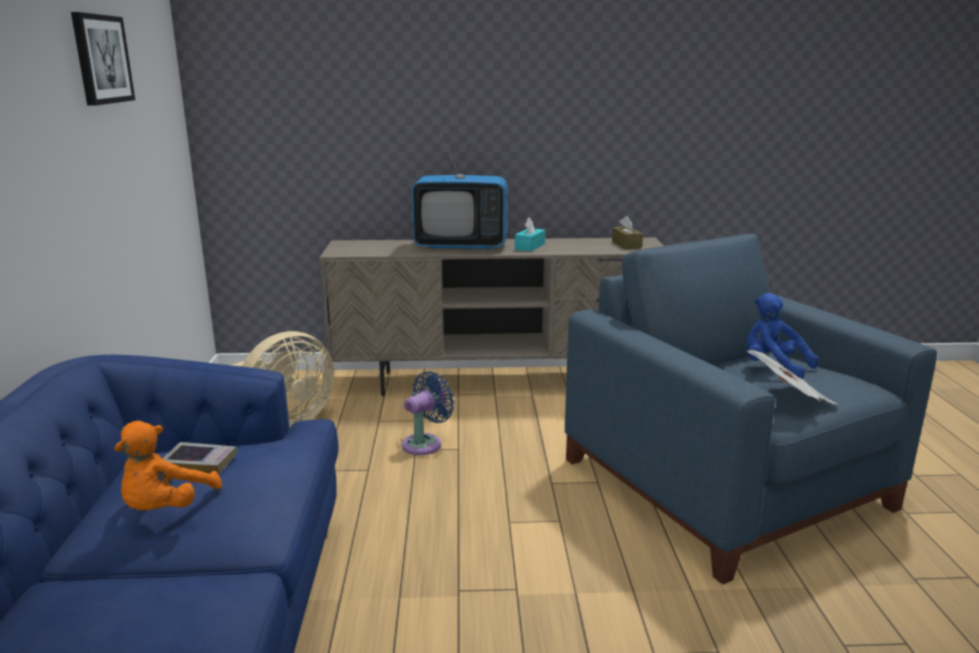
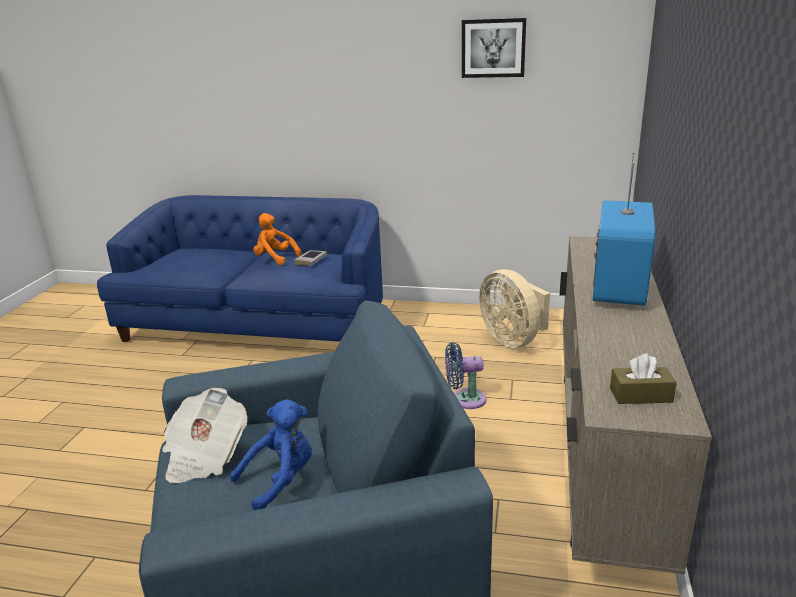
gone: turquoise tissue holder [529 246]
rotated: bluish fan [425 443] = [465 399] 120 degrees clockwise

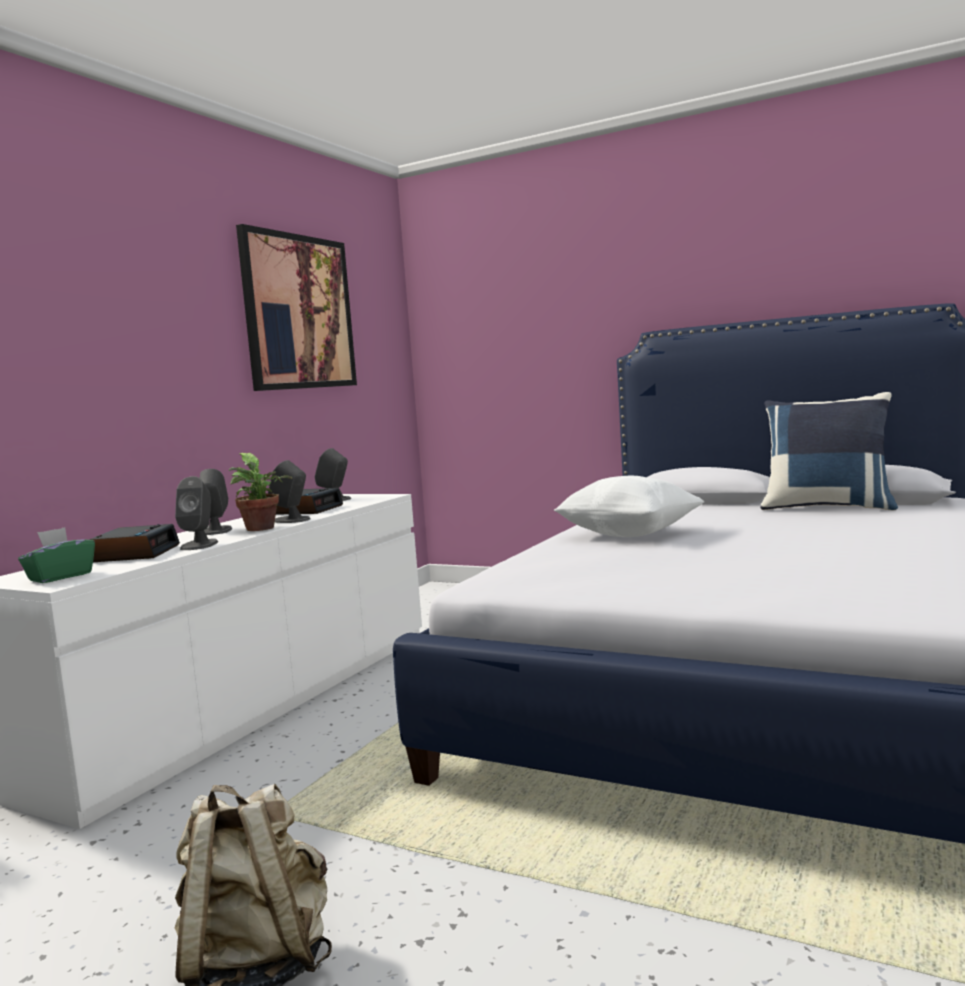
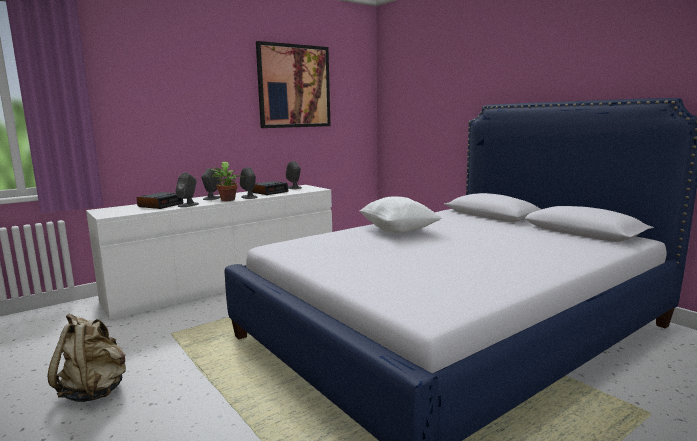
gone: greenish tissue holder [60 577]; bluish throw pillow [827 507]

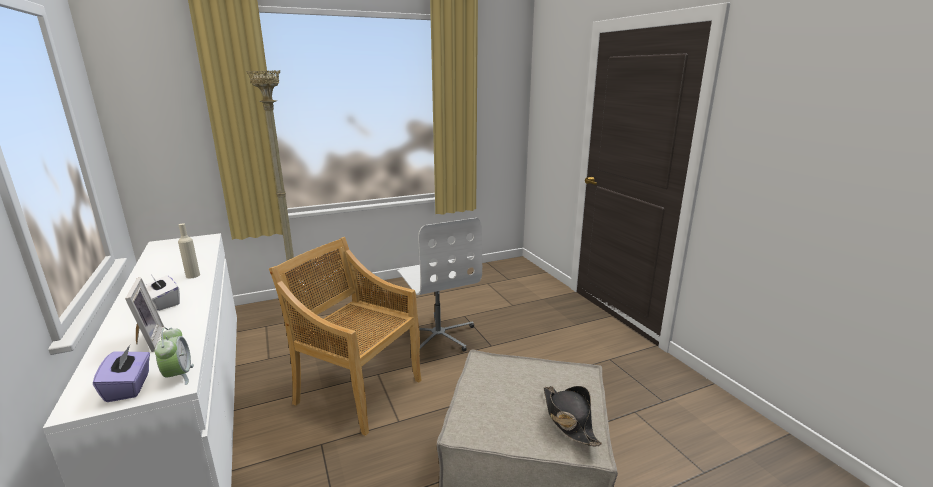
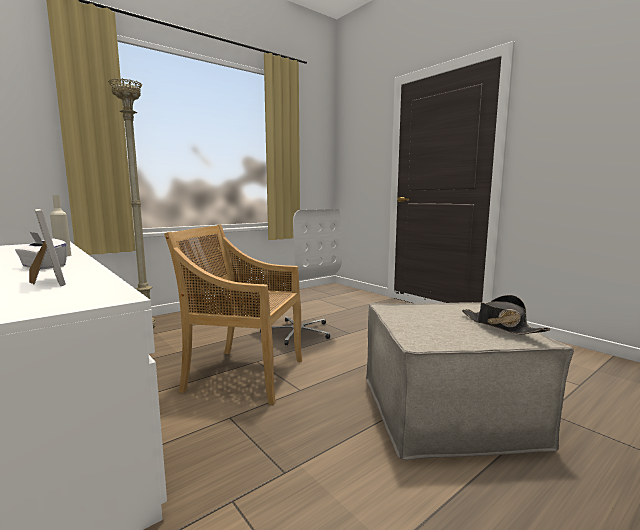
gone: purplish tissue holder [129 387]; alarm clock [178 376]

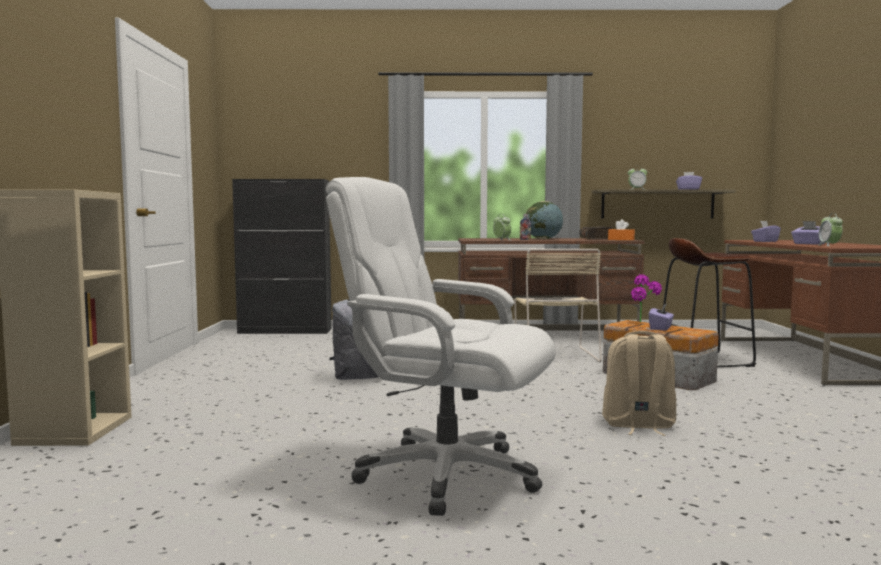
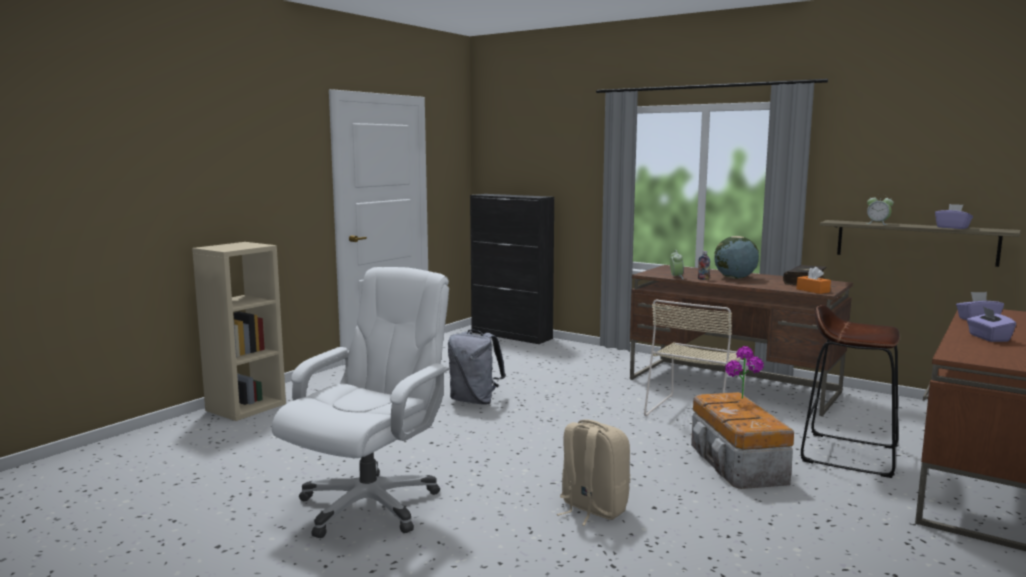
gone: purplish tissue holder [661 328]; alarm clock [829 245]
rotated: white-coloured computer chair [445 474] = [369 505] 60 degrees clockwise

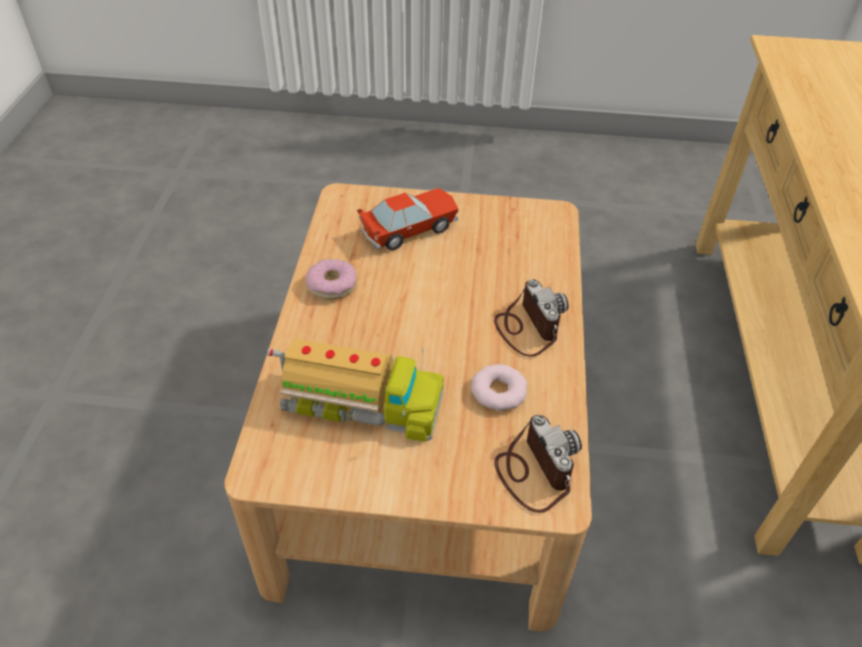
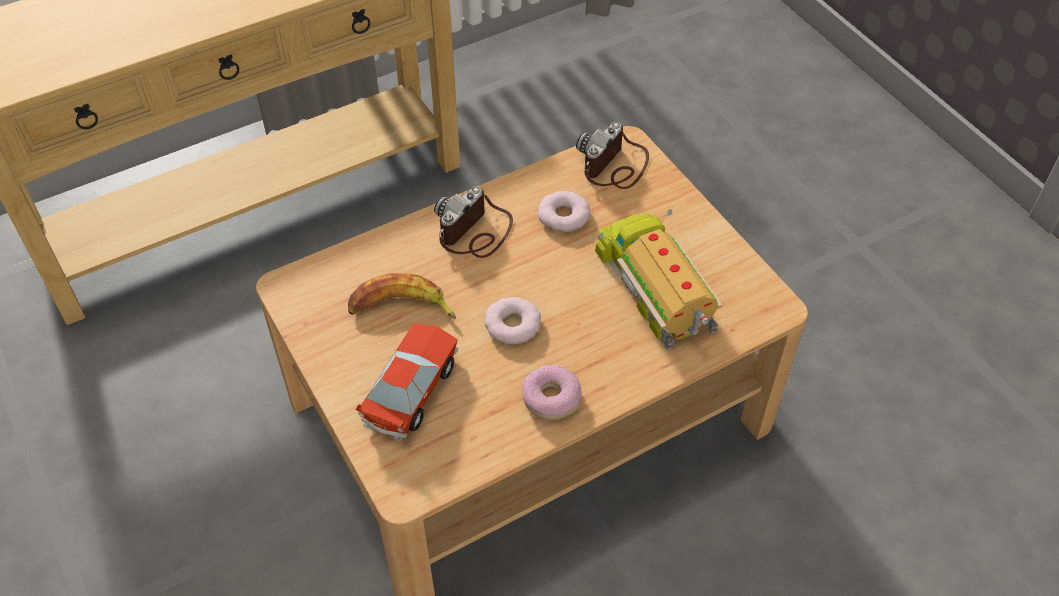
new: banana [401 308]; doughnut [512 325]
rotated: toy car [410 229] = [411 389] 90 degrees clockwise

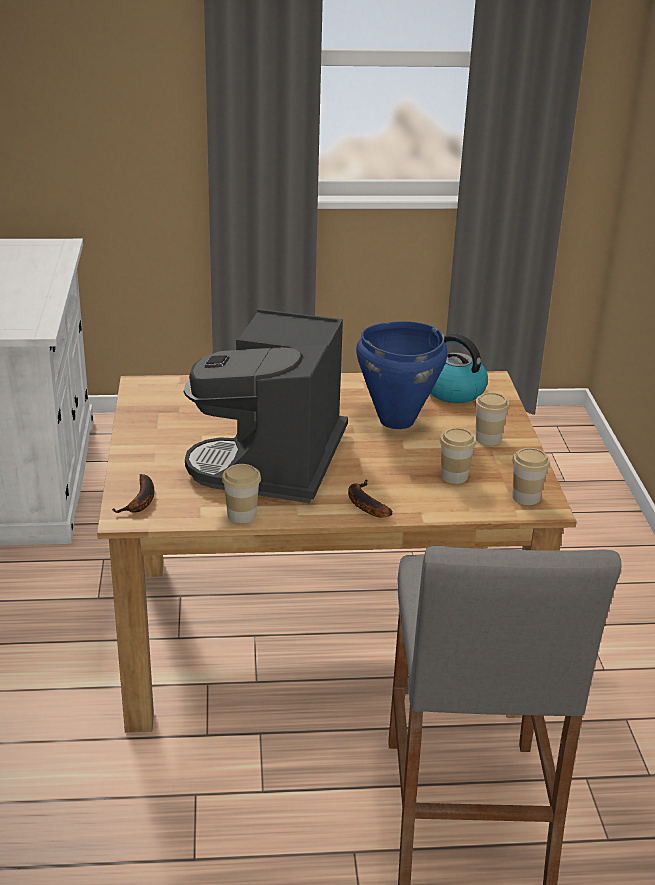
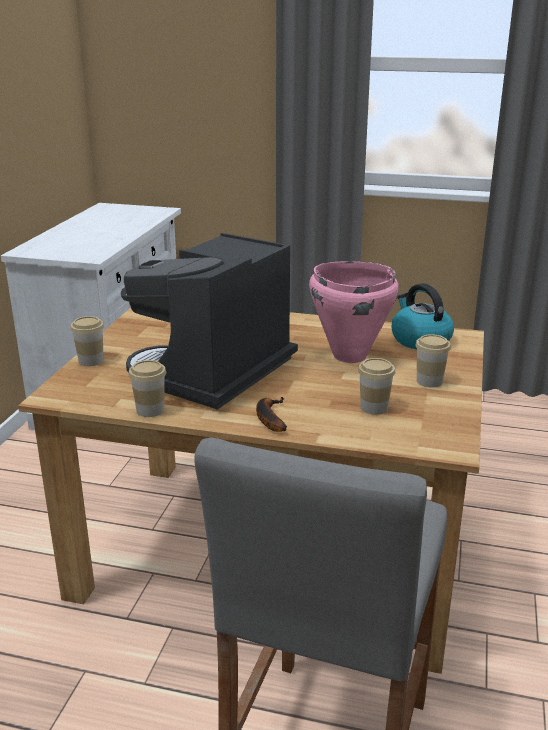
gone: banana [140 501]
shifted: small cup [526 497] to [91 361]
repainted: bluish stockpot [395 420] to pinkish stockpot [349 356]

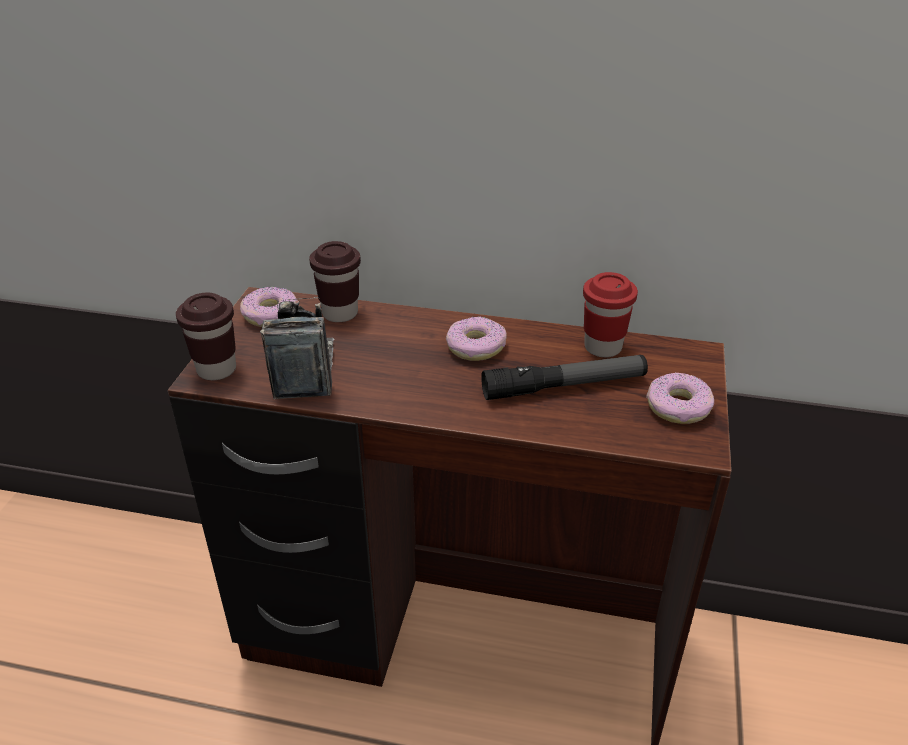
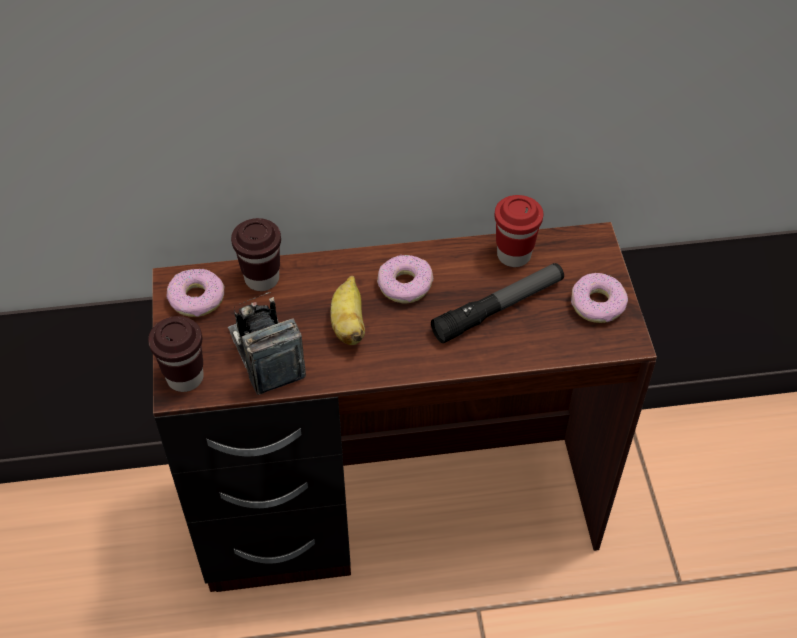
new: banana [348 324]

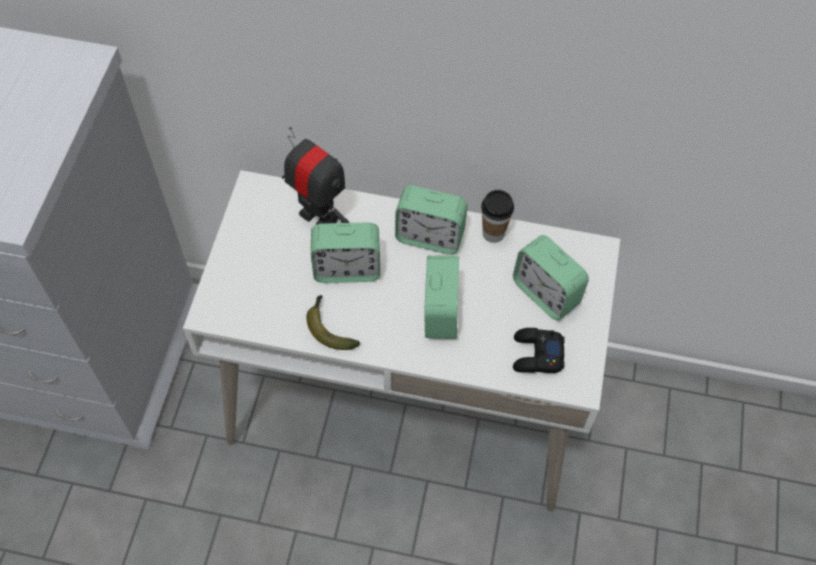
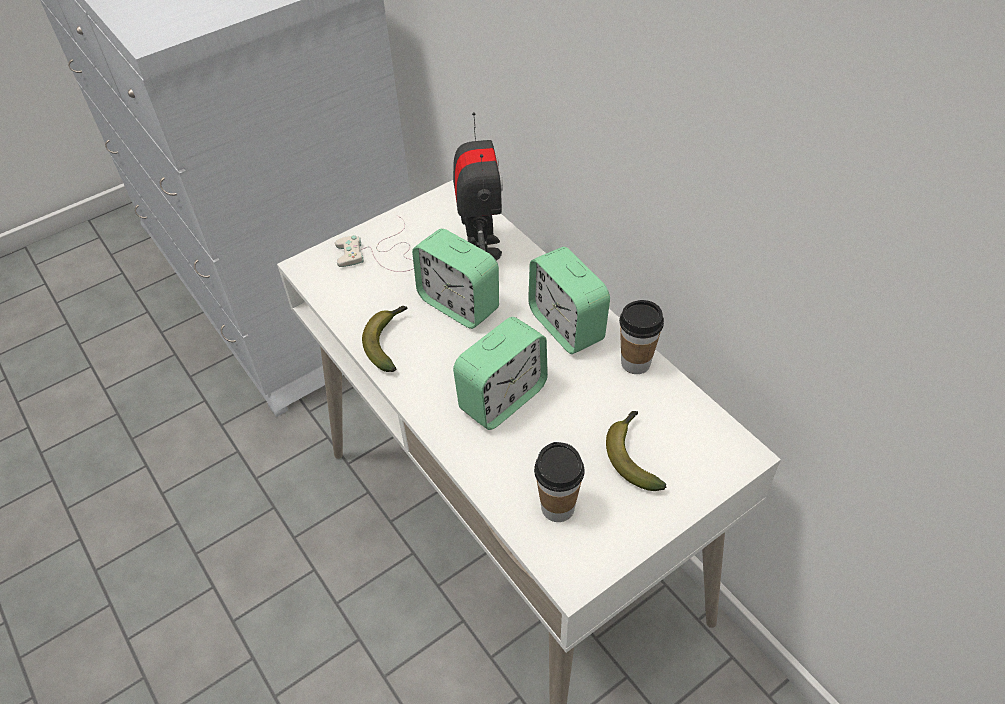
new: white-coloured game controller [381 254]
swapped: blackish game controller [536 355] to small cup [557 507]; alarm clock [545 293] to banana [633 455]

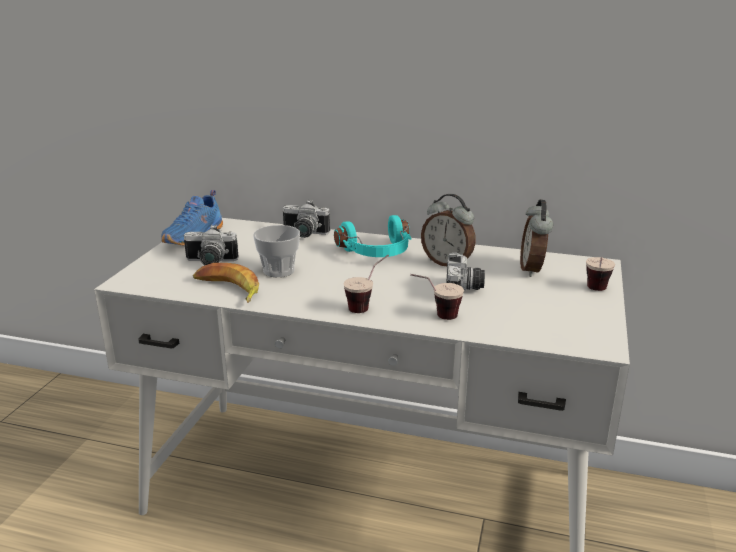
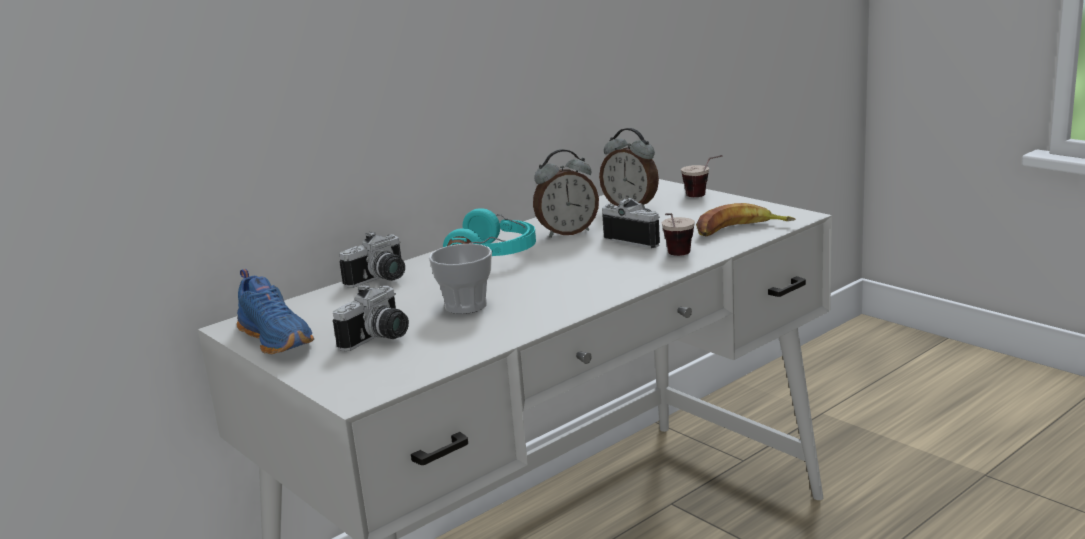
gone: small cup [367 305]
shifted: banana [228 289] to [740 230]

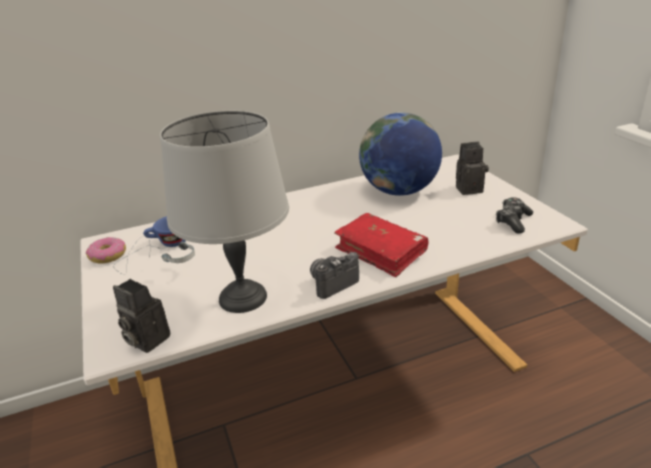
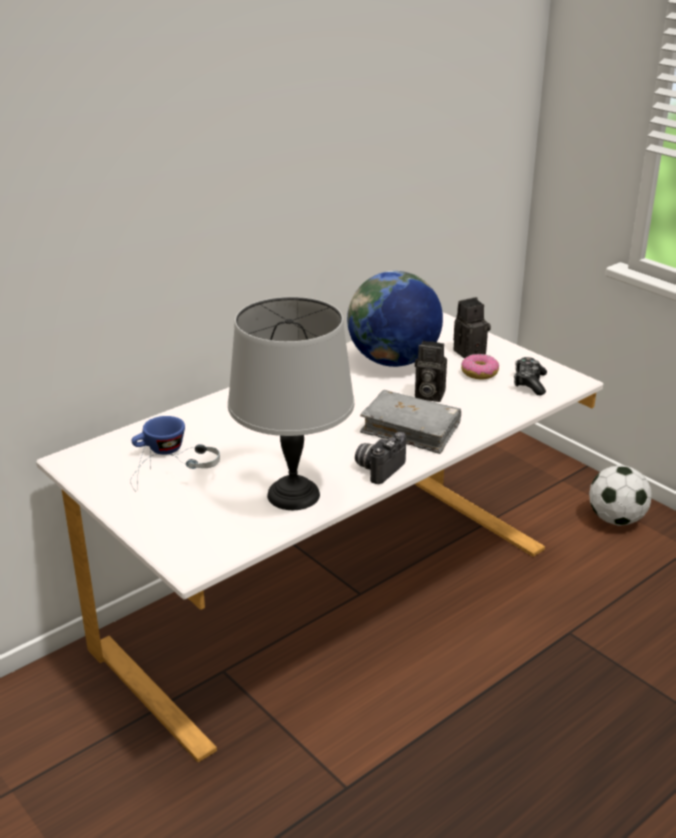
new: football [616 520]
shifted: still camera [145 340] to [427 395]; doughnut [108 256] to [479 373]
repainted: reddish bound book [381 252] to greyish bound book [411 430]

